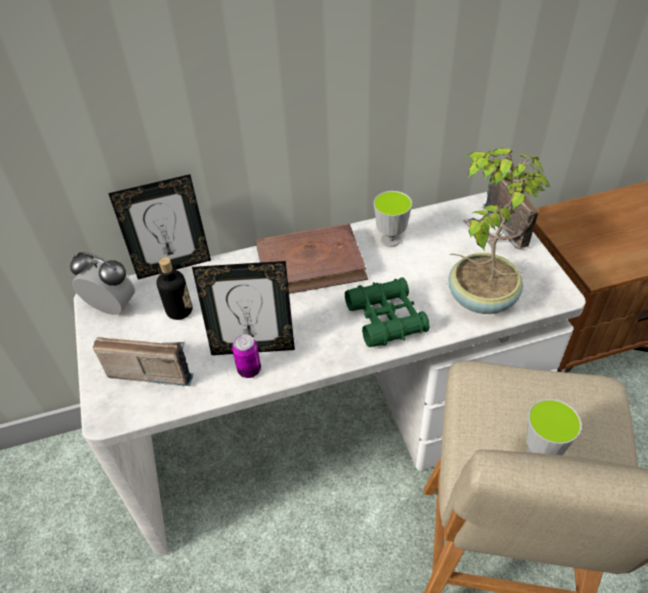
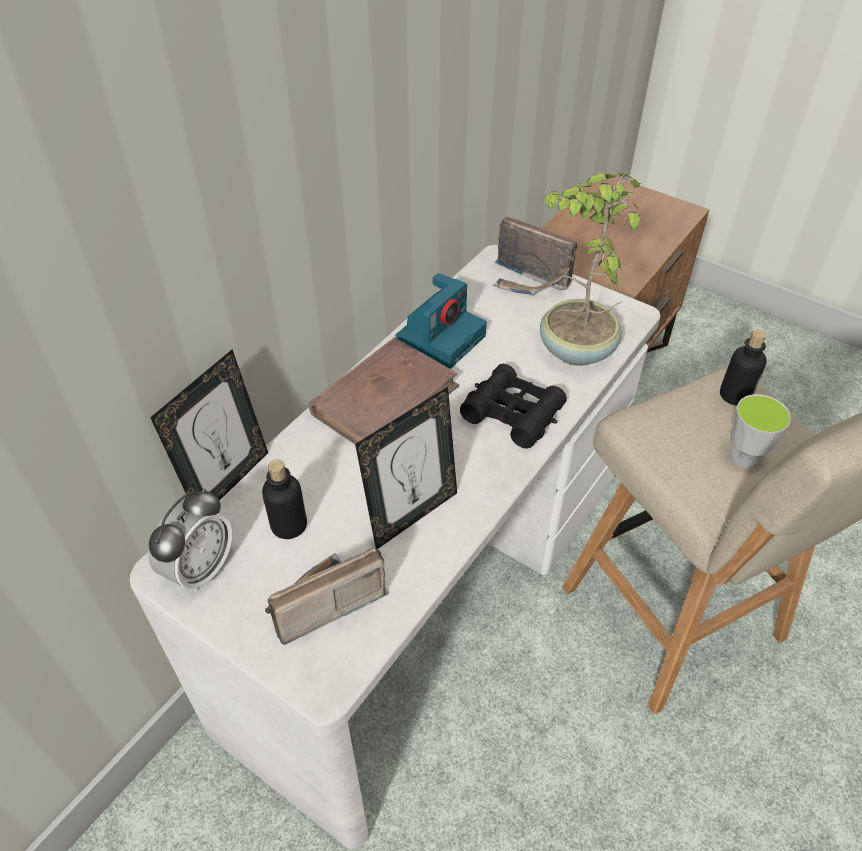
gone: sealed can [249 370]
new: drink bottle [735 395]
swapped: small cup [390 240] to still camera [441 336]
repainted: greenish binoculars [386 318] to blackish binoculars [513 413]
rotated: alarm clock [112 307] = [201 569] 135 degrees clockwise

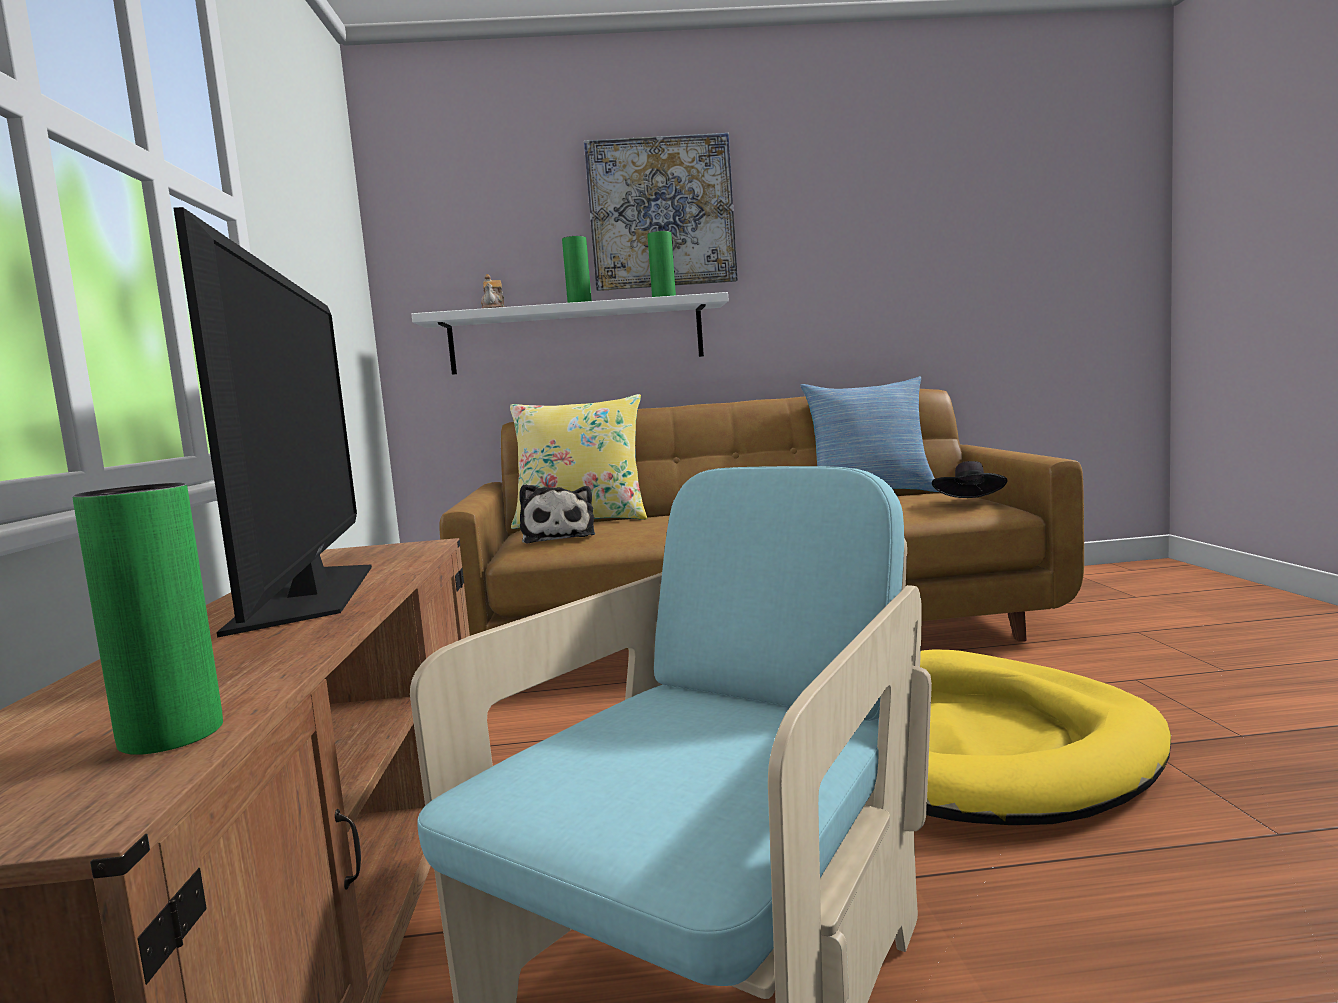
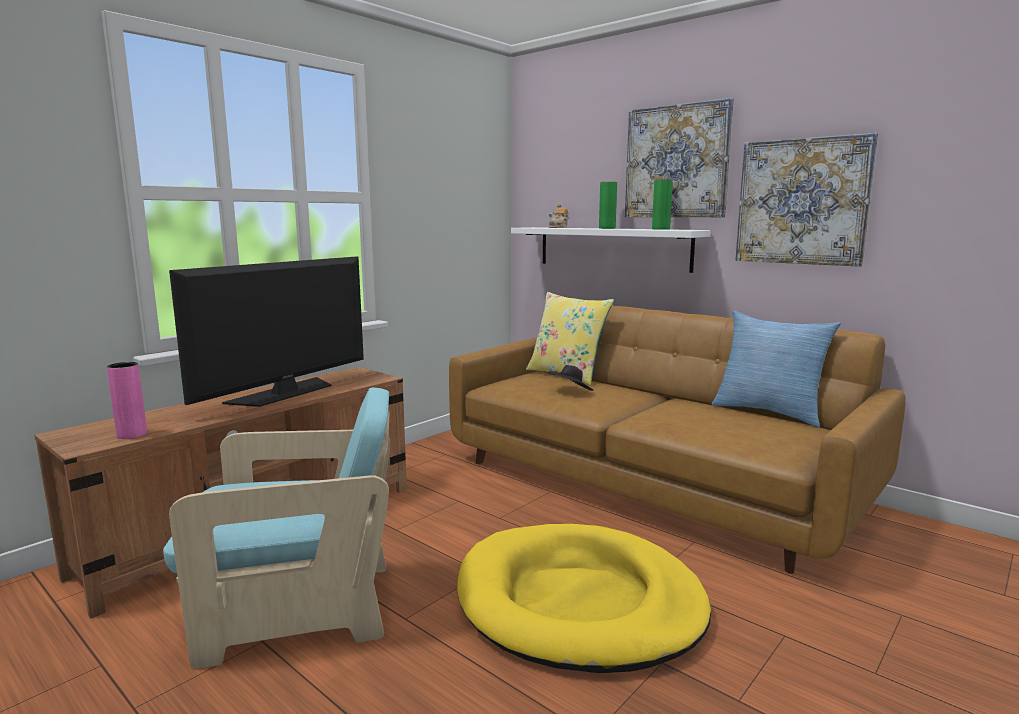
gone: soft toy [559 537]
new: wall picture [802 202]
shifted: blackish wearable hat [970 502] to [570 392]
repainted: greenish decorative vase [171 735] to pinkish decorative vase [132 435]

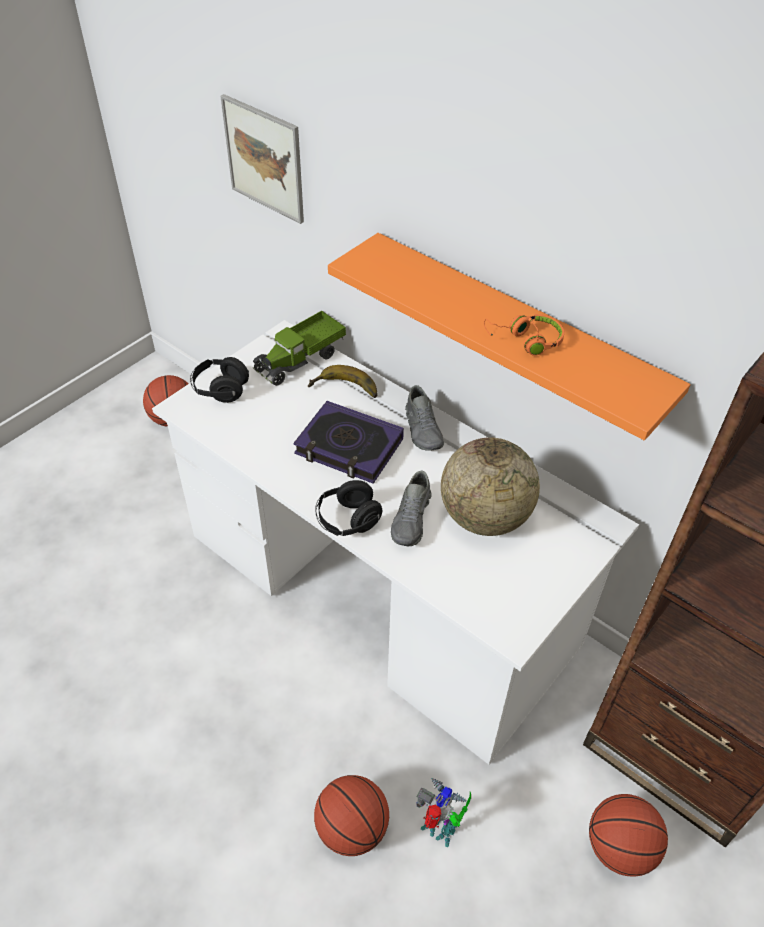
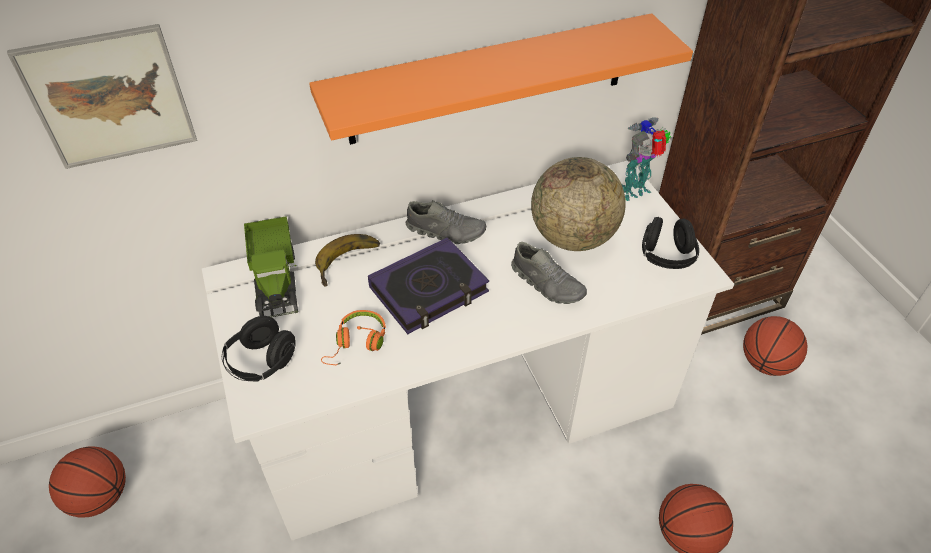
shifted: orangey headset [525 340] to [357 343]; toy robot [440 831] to [635 191]; blackish headset [348 521] to [666 257]

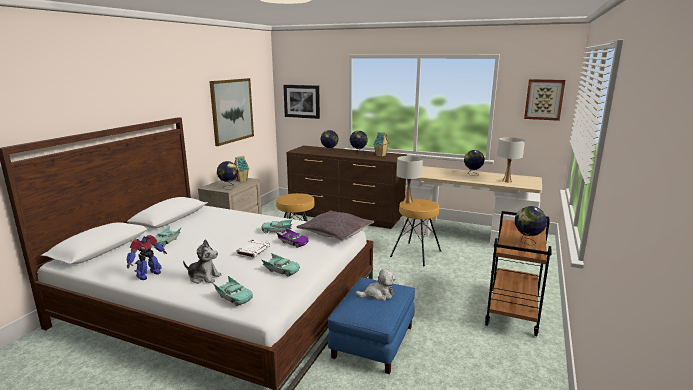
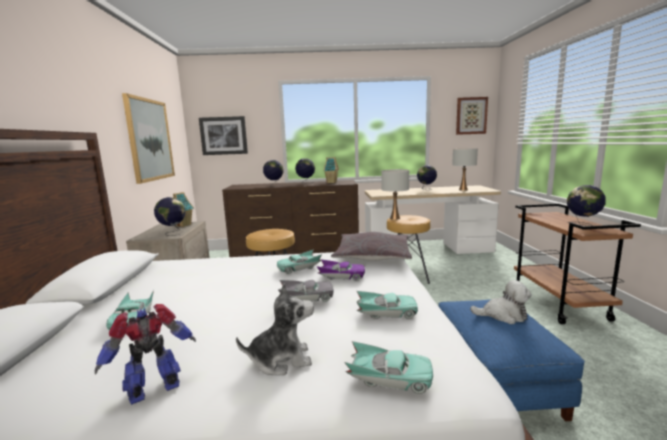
swapped: white-coloured bound book [253 251] to greyish toy car [306 298]
rotated: toy robot [148 275] = [155 390] 135 degrees counterclockwise; soft toy [378 295] = [503 315] 45 degrees clockwise

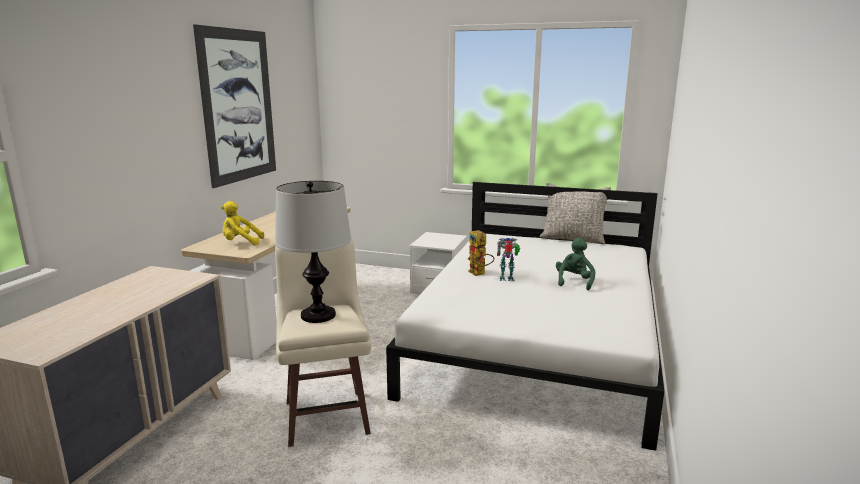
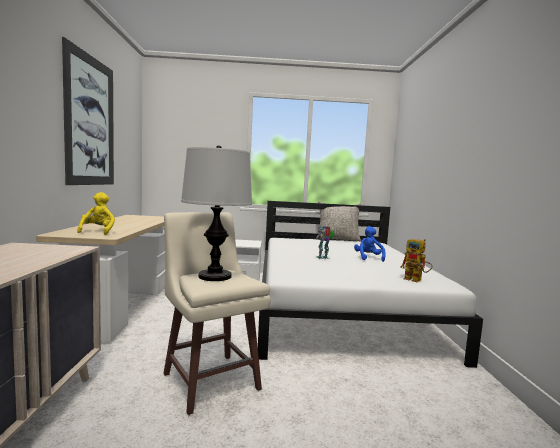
shifted: toy robot [480 273] to [416 280]
repainted: greenish soft toy [574 282] to bluish soft toy [368 258]
rotated: yellow-coloured soft toy [240 243] = [98 232] 105 degrees clockwise

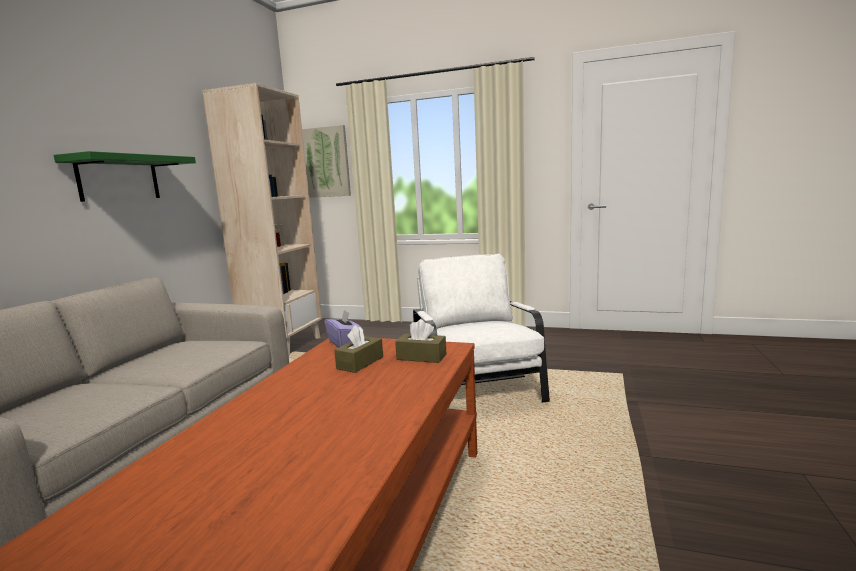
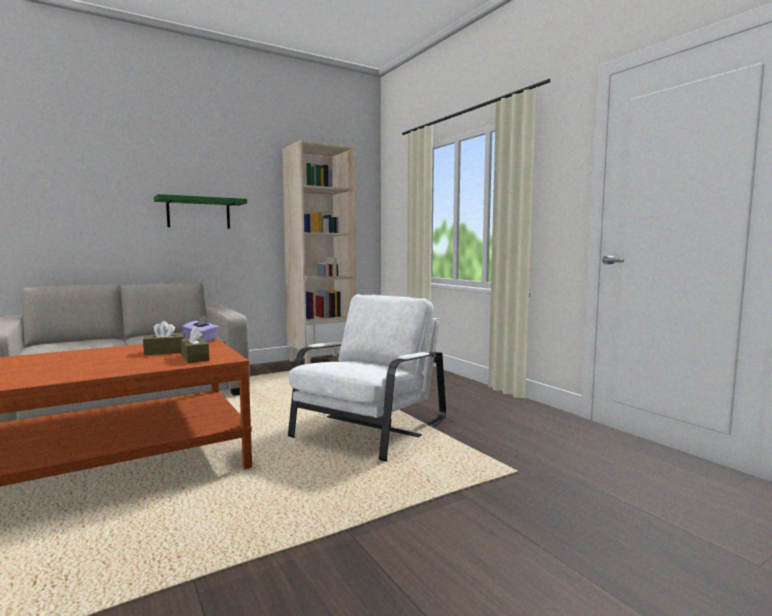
gone: wall picture [327 162]

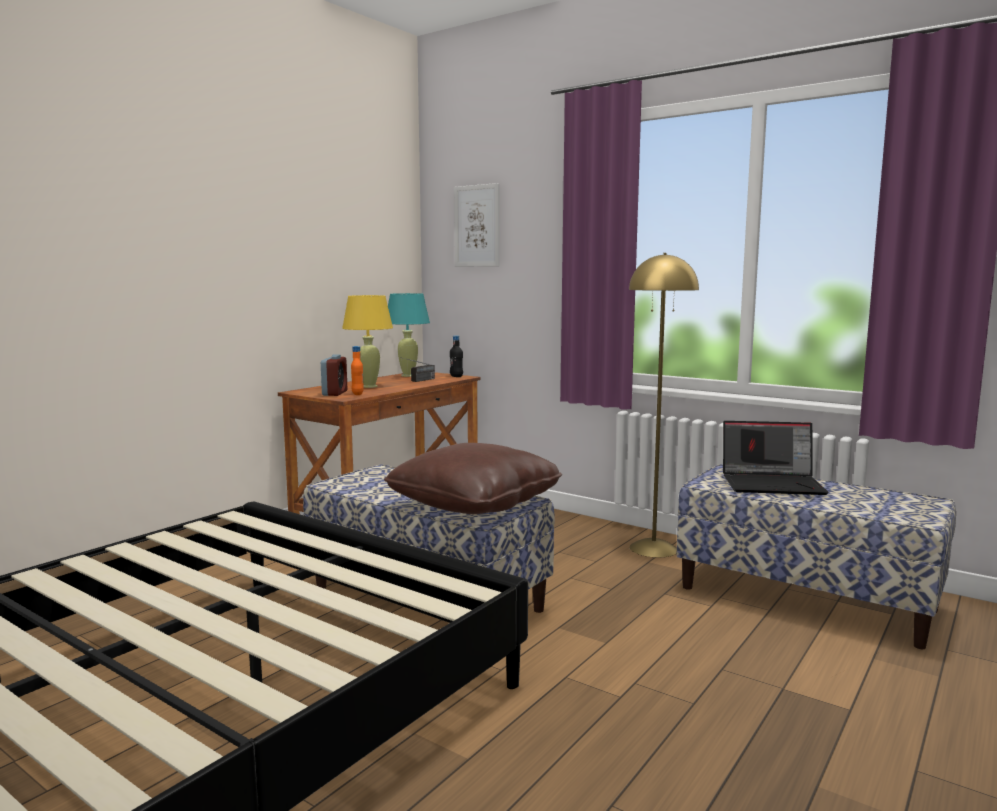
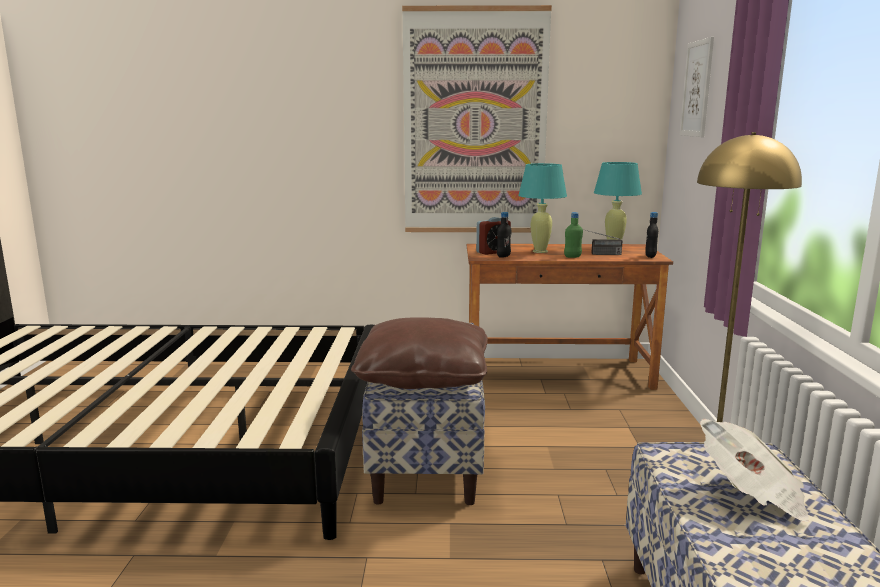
new: wall picture [475 123]; greenish drink bottle [572 257]
swapped: portable computer [773 484] to newspaper [752 494]
repainted: orangey drink bottle [357 394] to blackish drink bottle [503 256]; yellow-coloured lamp for a table [369 386] to turquoise lamp for a table [540 251]

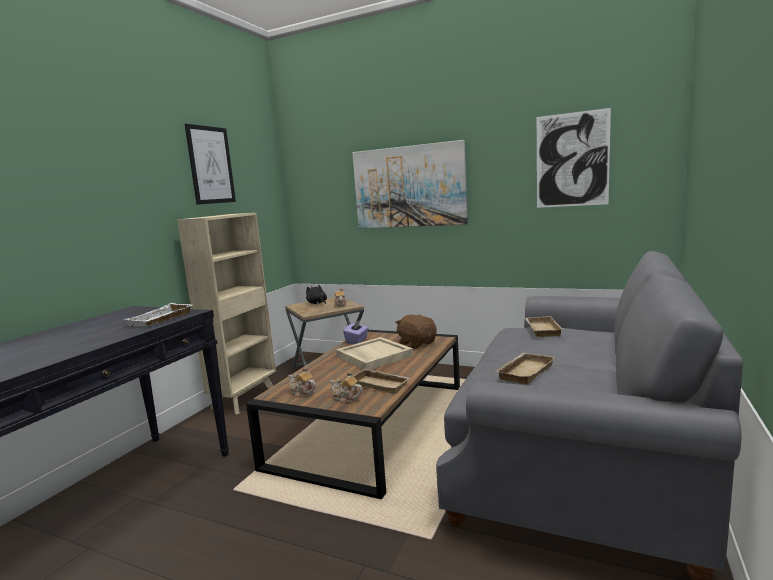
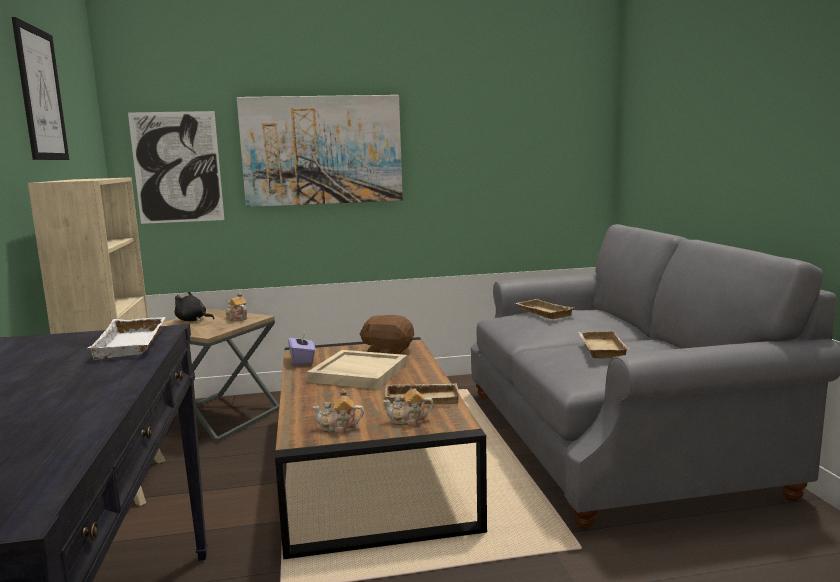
shifted: wall picture [572 160] to [177 167]

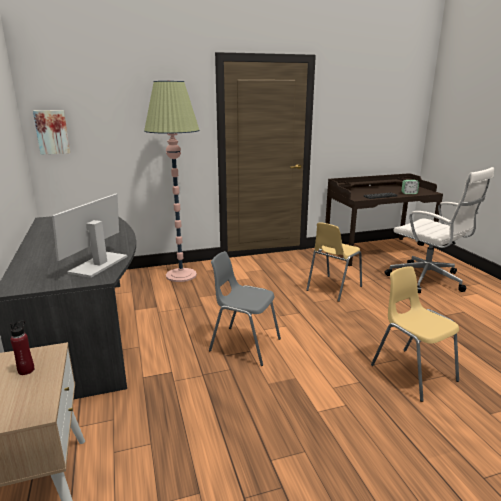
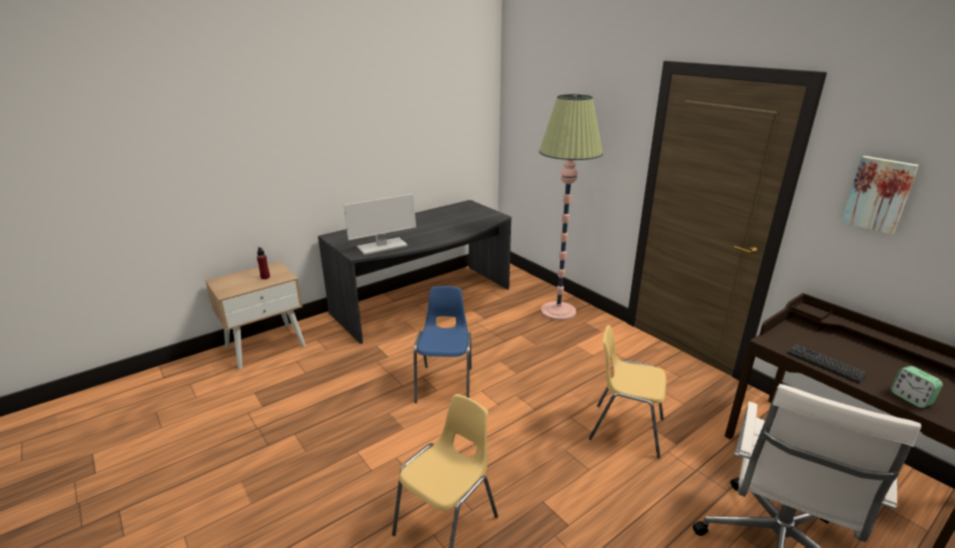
shifted: wall picture [52 132] to [879 194]
repainted: greyish upright chair [244 345] to bluish upright chair [445 384]
rotated: monitor [99 264] = [382 246] 150 degrees clockwise

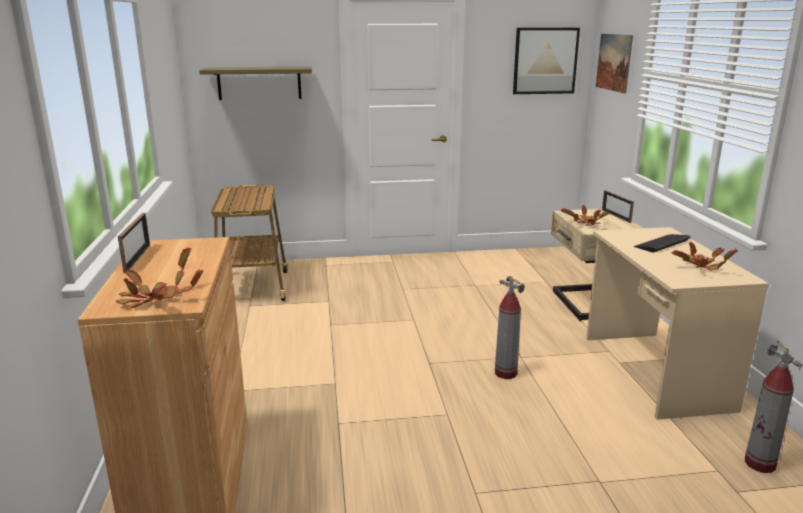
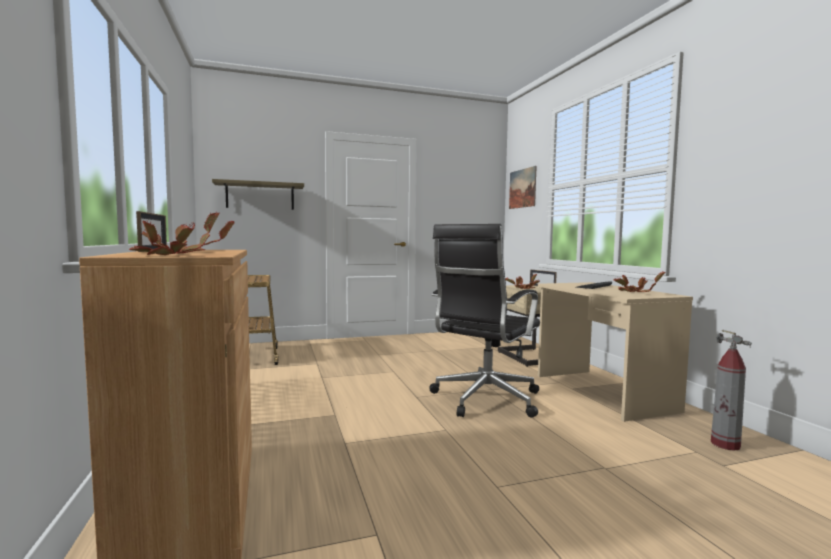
gone: wall picture [545 61]
swapped: extinguisher [505 373] to blackish computer chair [484 400]

